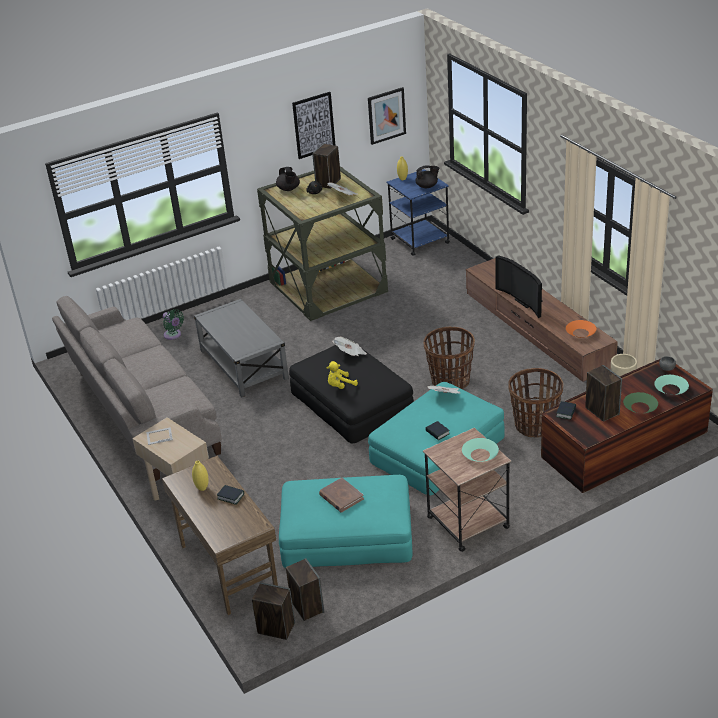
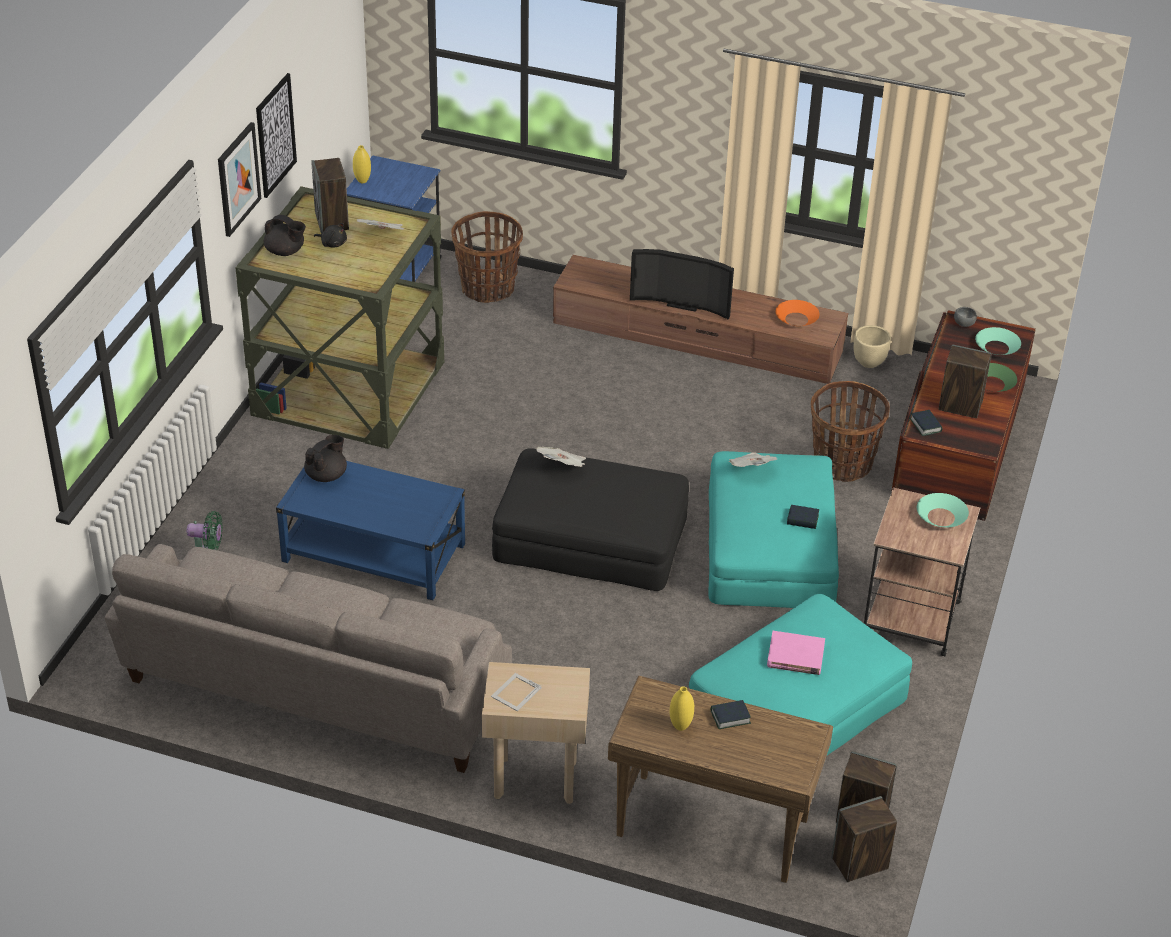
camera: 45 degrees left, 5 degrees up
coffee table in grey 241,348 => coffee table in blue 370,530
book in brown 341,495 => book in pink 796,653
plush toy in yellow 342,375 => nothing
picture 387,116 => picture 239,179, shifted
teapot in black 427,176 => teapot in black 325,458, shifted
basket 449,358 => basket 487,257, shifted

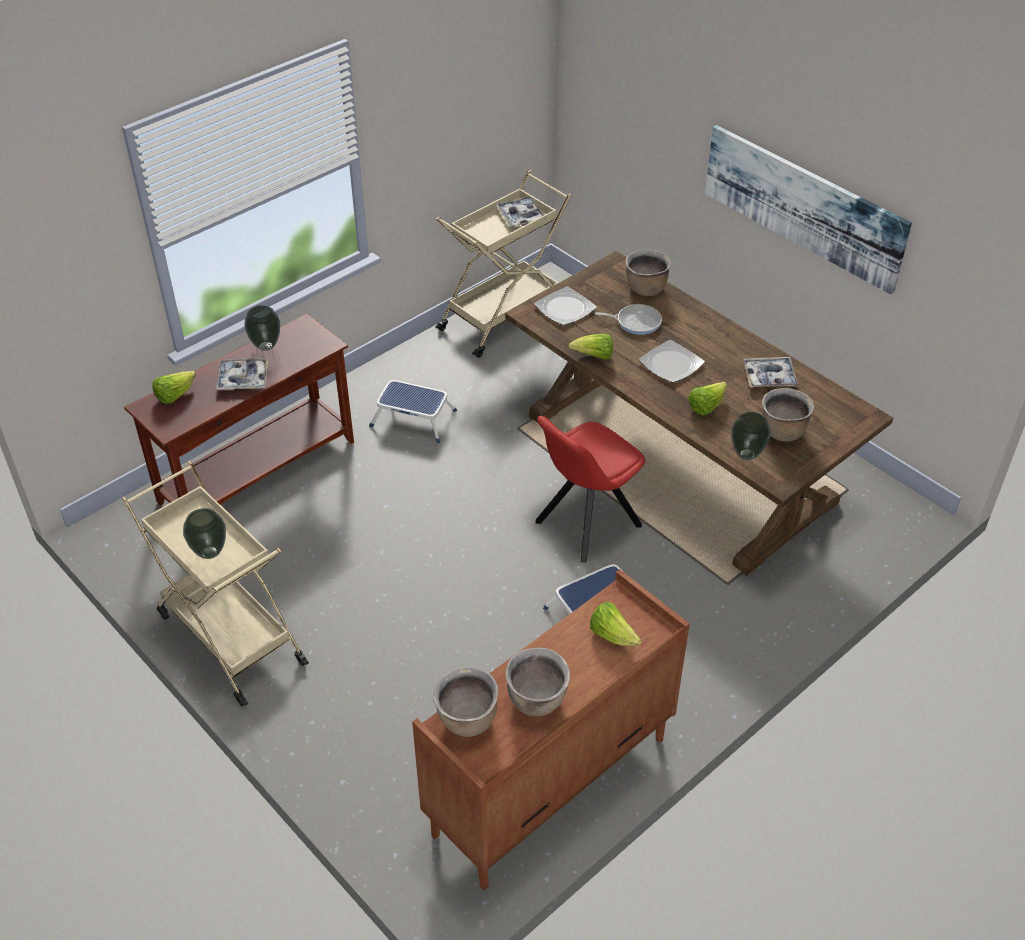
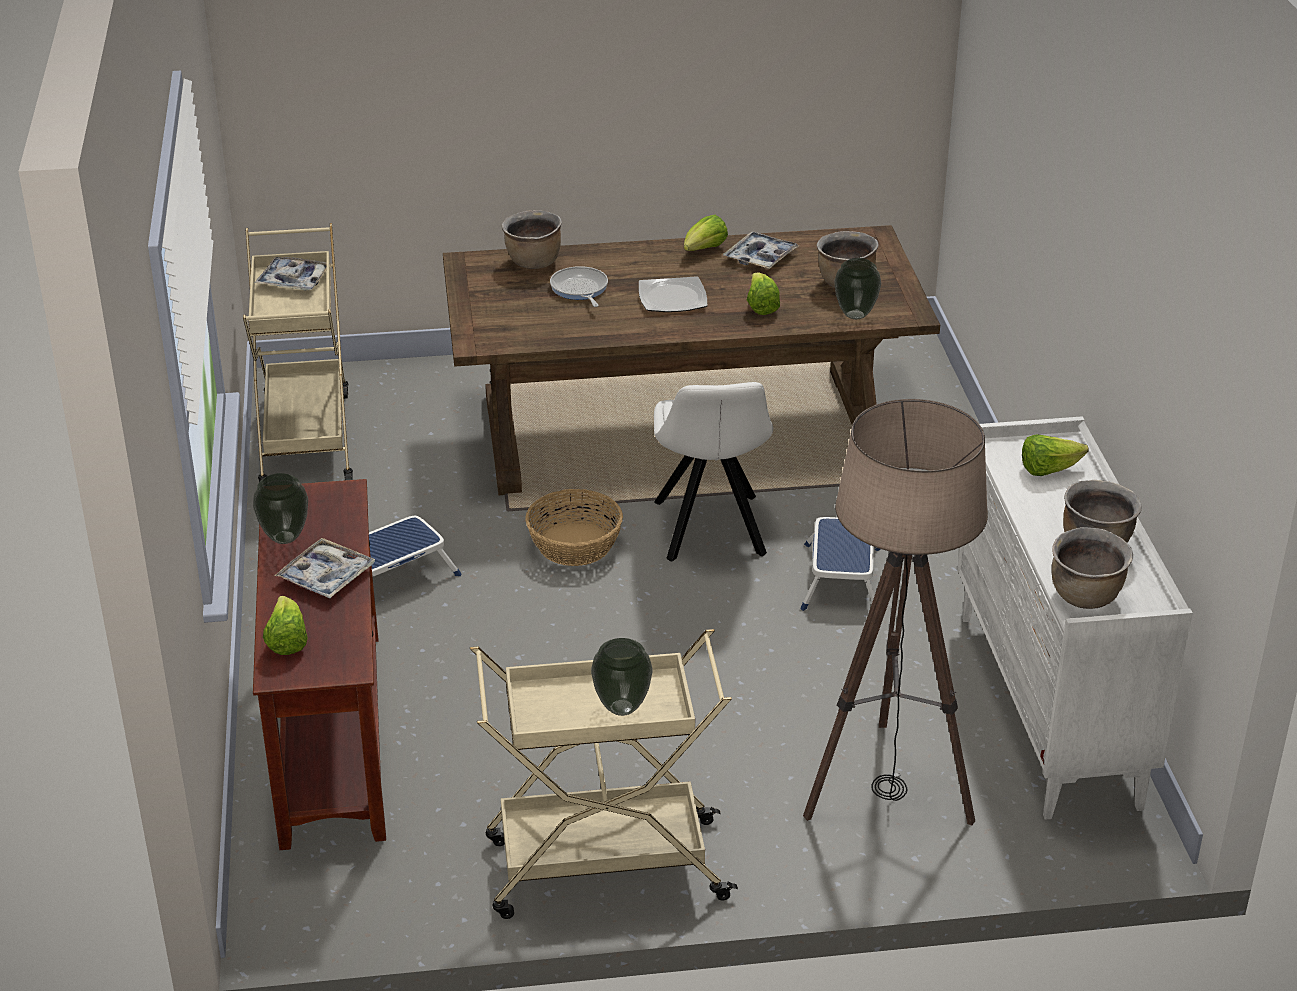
camera: 55 degrees left, 10 degrees down
cabinet in brown 551,730 => cabinet in white 1075,617
plate 565,305 => nothing
chair in red 590,489 => chair in white 713,471
lettuce 590,347 => lettuce 706,233, shifted
frying pan 628,319 => frying pan 579,286, 60 degrees counterclockwise
picture 808,209 => nothing
nothing => basket 574,527
nothing => floor lamp 895,612

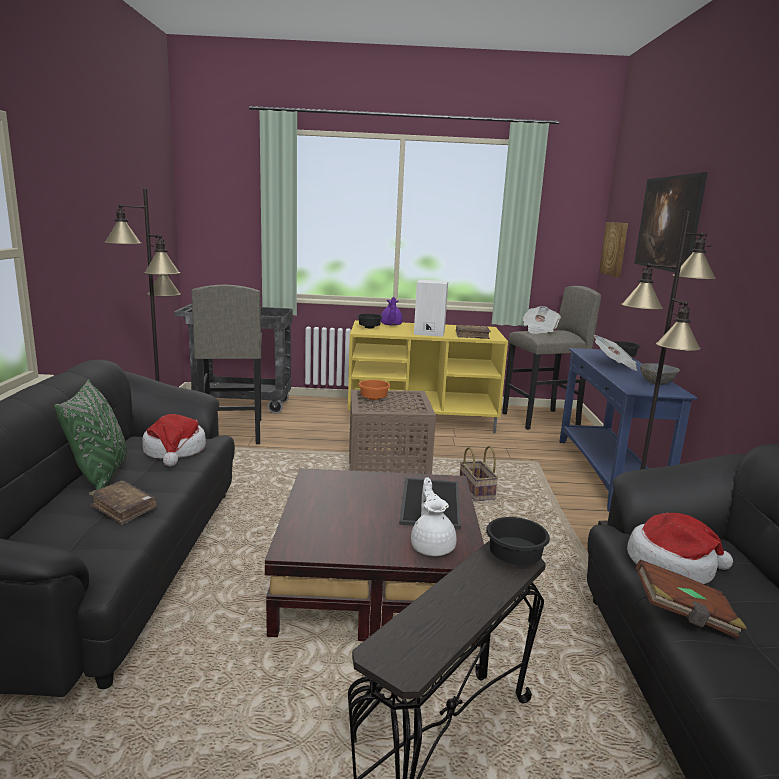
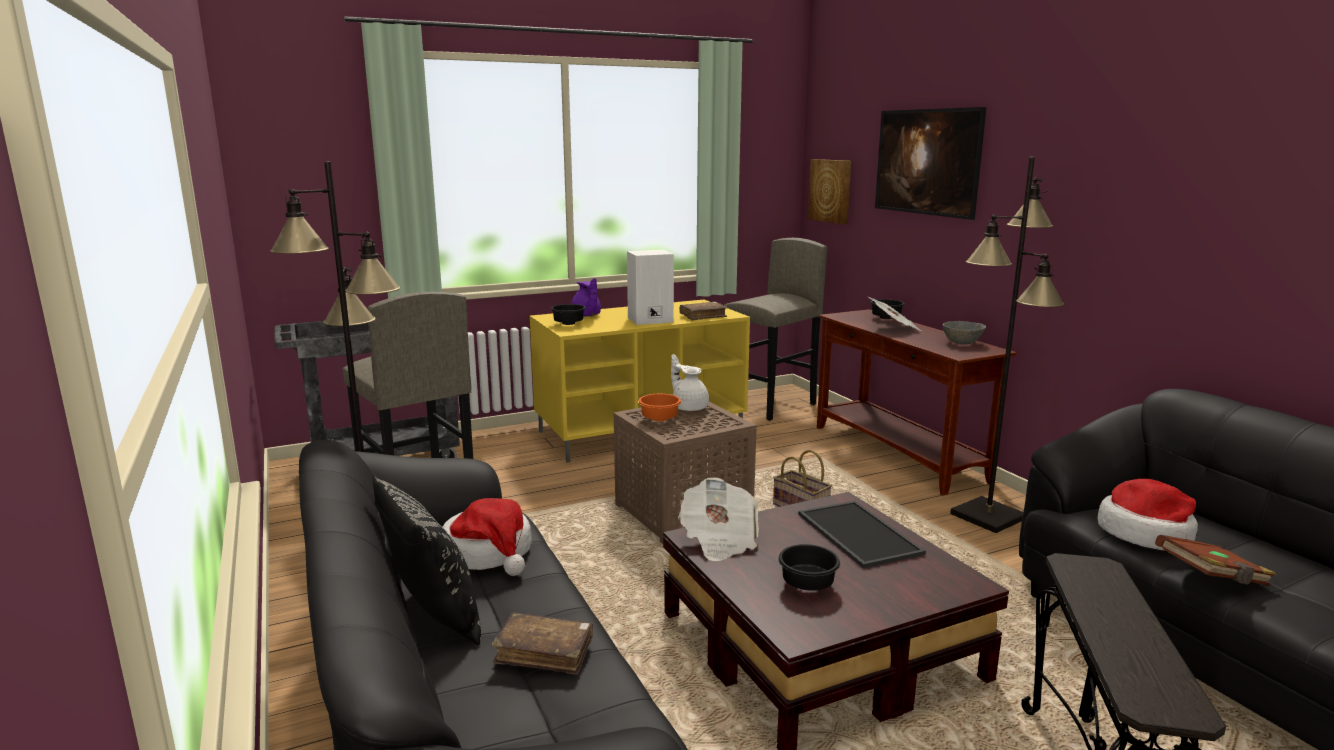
camera: 25 degrees left, 0 degrees up
pillow in green 90,434 => pillow in black 427,560
teapot in white 434,516 => teapot in white 690,382, shifted
bowl in black 518,541 => bowl in black 809,567, shifted
newspaper 541,320 => newspaper 718,519, shifted
console table in blue 628,429 => console table in brown 917,402

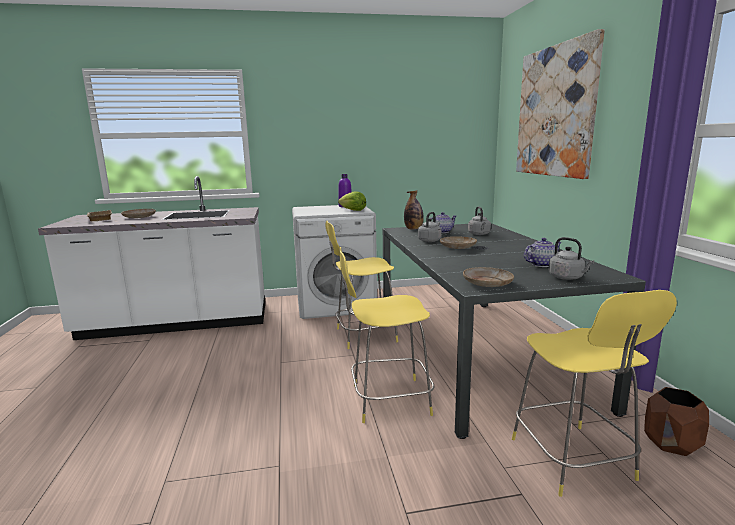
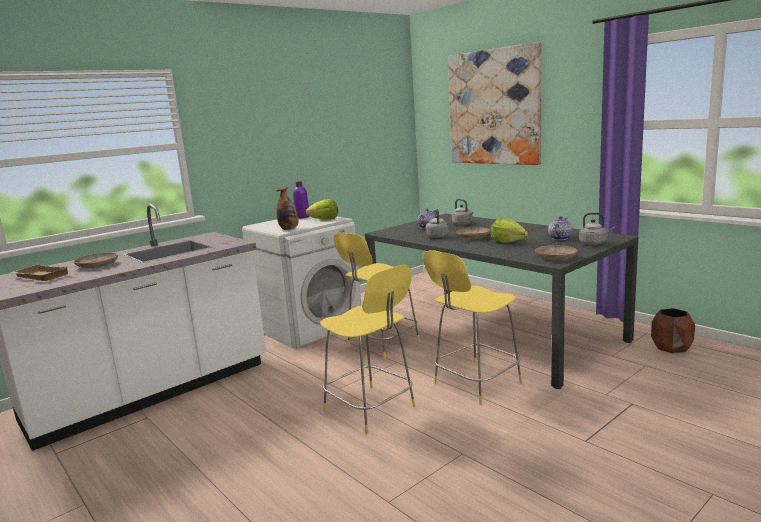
camera: 30 degrees left, 0 degrees up
bottle 414,210 => bottle 287,208, shifted
stool in yellow 594,393 => stool in yellow 368,349, shifted
nothing => lettuce 509,230

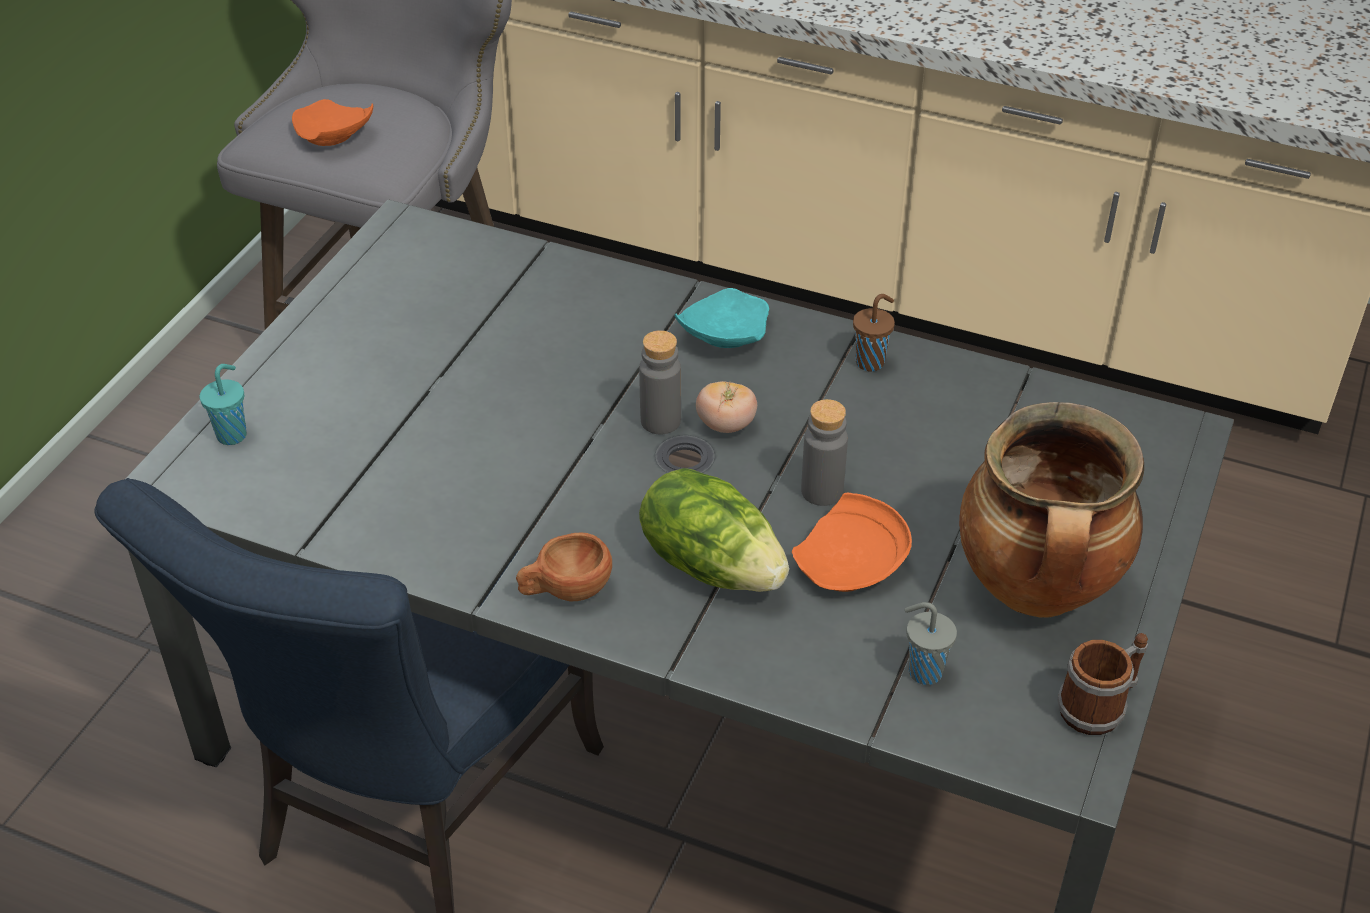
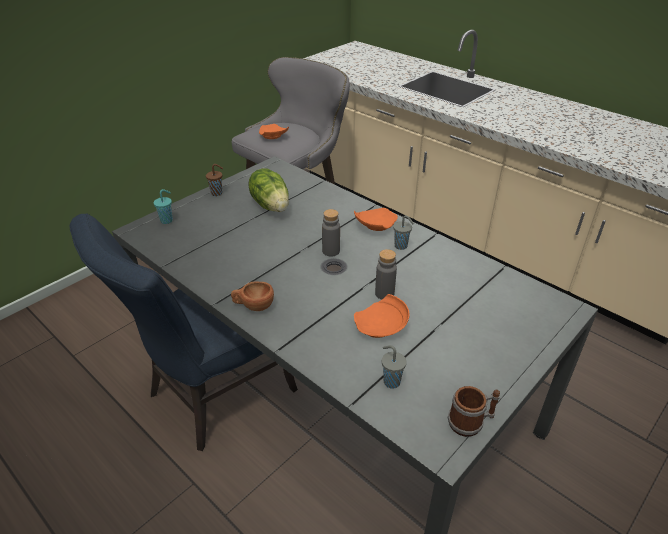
camera: 20 degrees right, 5 degrees down
lettuce 714,530 => lettuce 268,190, shifted
plate in turquoise 722,318 => plate in orange 376,219
tomato 726,407 => nothing
cup in brown 874,332 => cup in brown 214,180, shifted
cooking pot 1051,510 => nothing
nothing => cup in grey 403,232

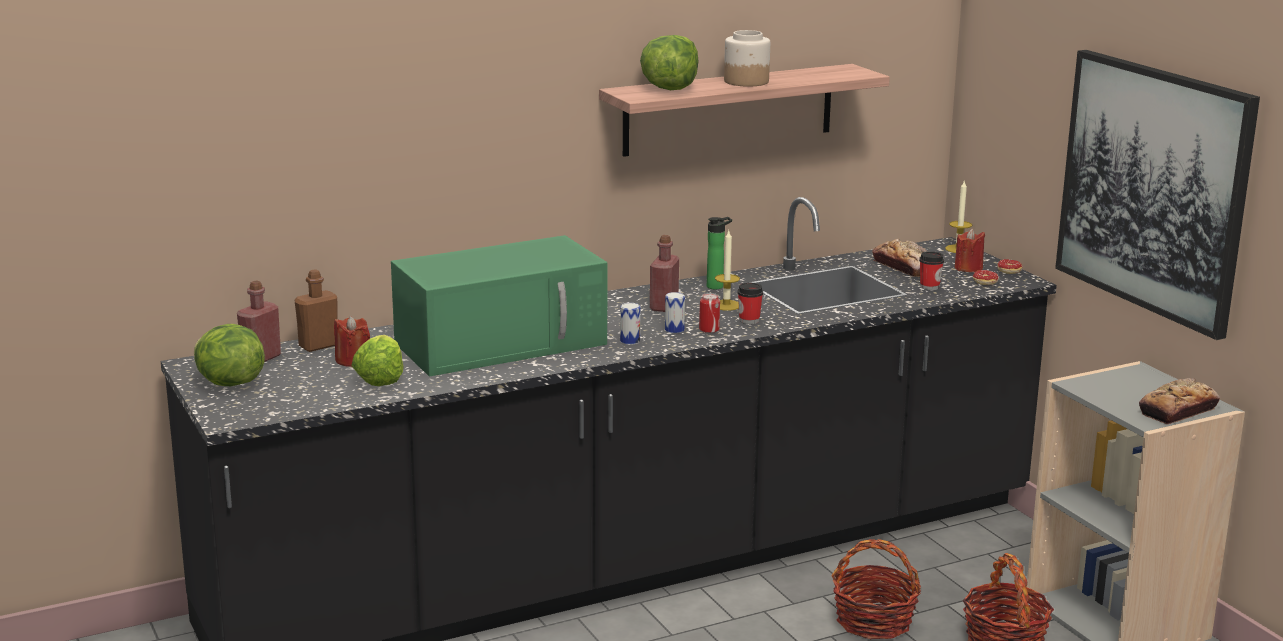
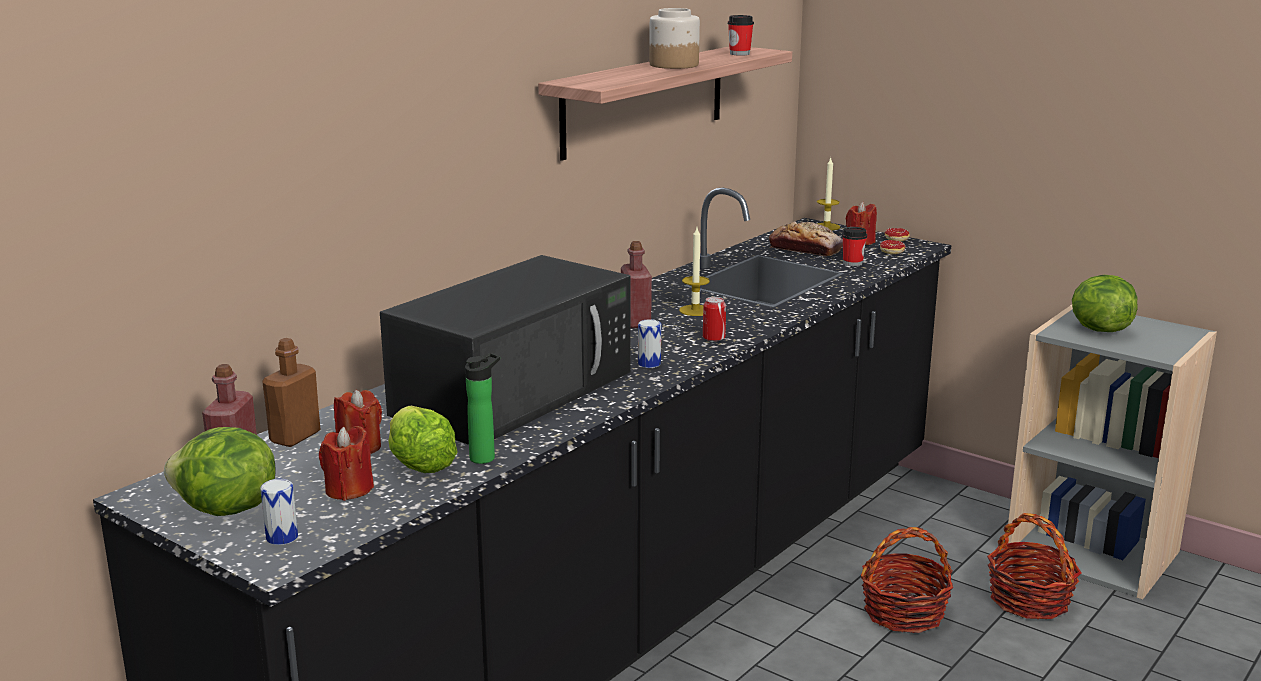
camera: 25 degrees left, 0 degrees up
microwave in green 499,305 => microwave in black 505,350
lettuce 669,62 => lettuce 1104,303, shifted
can 675,312 => can 279,512, shifted
bottle 719,253 => bottle 482,408, shifted
cup 750,303 => cup 741,35, shifted
picture 1157,195 => nothing
bread 1179,401 => nothing
nothing => candle in red 346,463

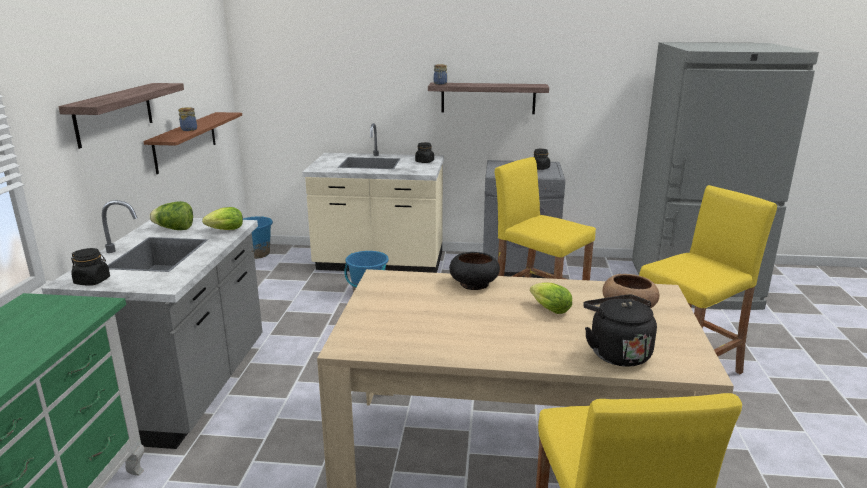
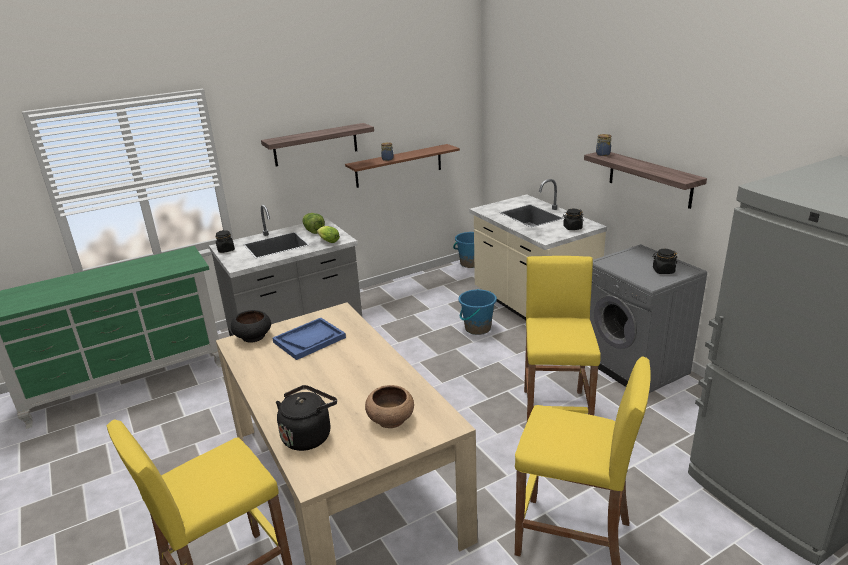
camera: 55 degrees right, 5 degrees up
bowl in black 474,271 => bowl in black 251,326, shifted
lettuce 551,298 => nothing
nothing => tray in blue 309,339

